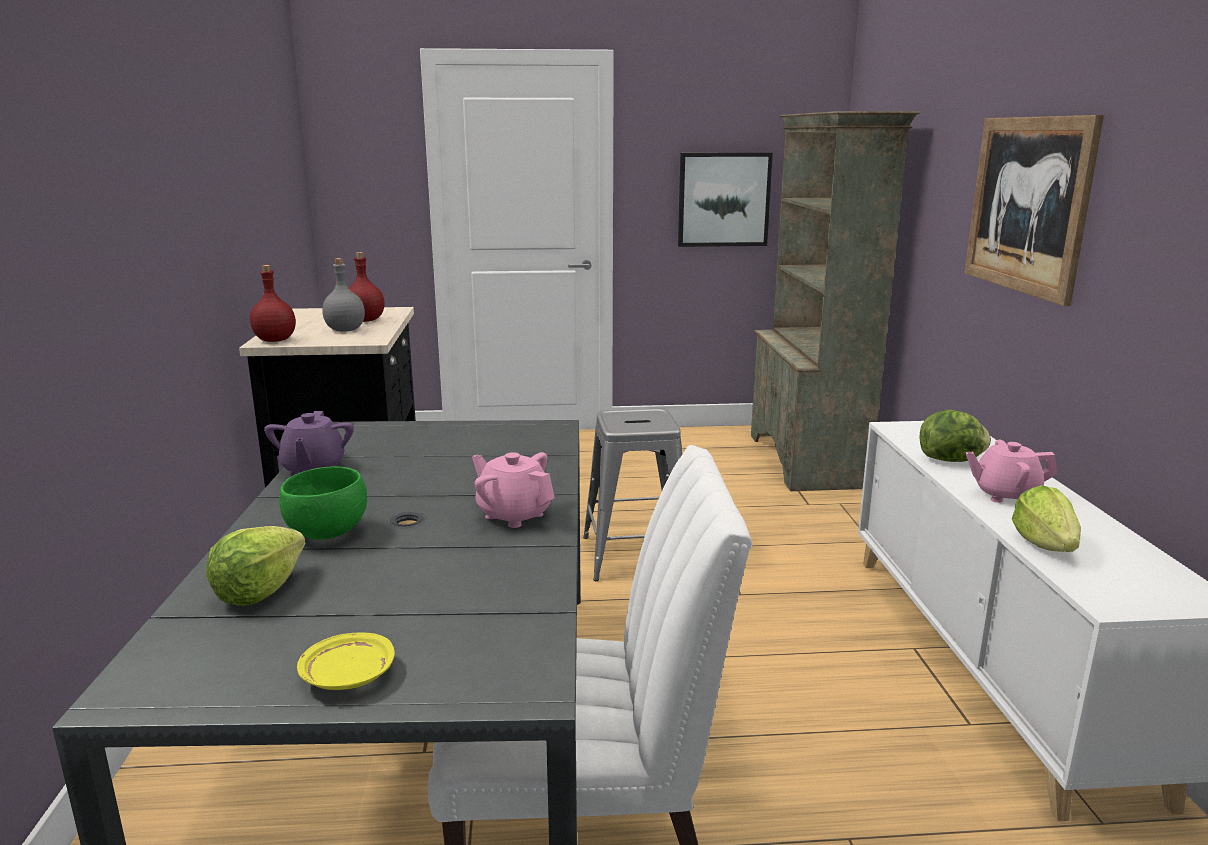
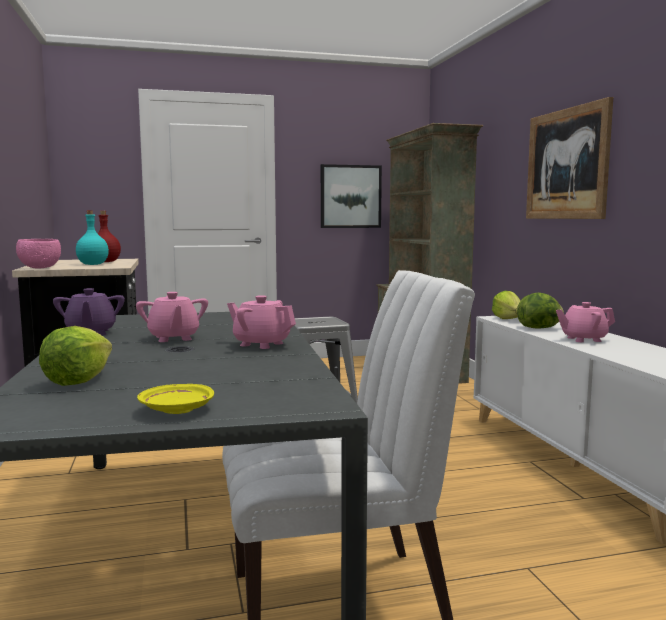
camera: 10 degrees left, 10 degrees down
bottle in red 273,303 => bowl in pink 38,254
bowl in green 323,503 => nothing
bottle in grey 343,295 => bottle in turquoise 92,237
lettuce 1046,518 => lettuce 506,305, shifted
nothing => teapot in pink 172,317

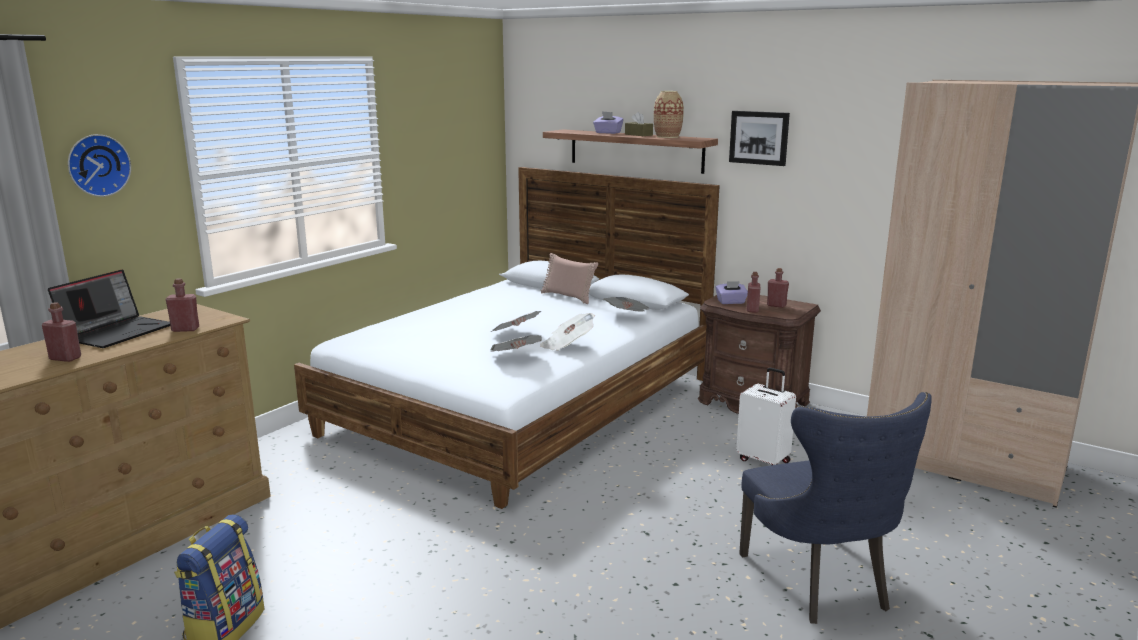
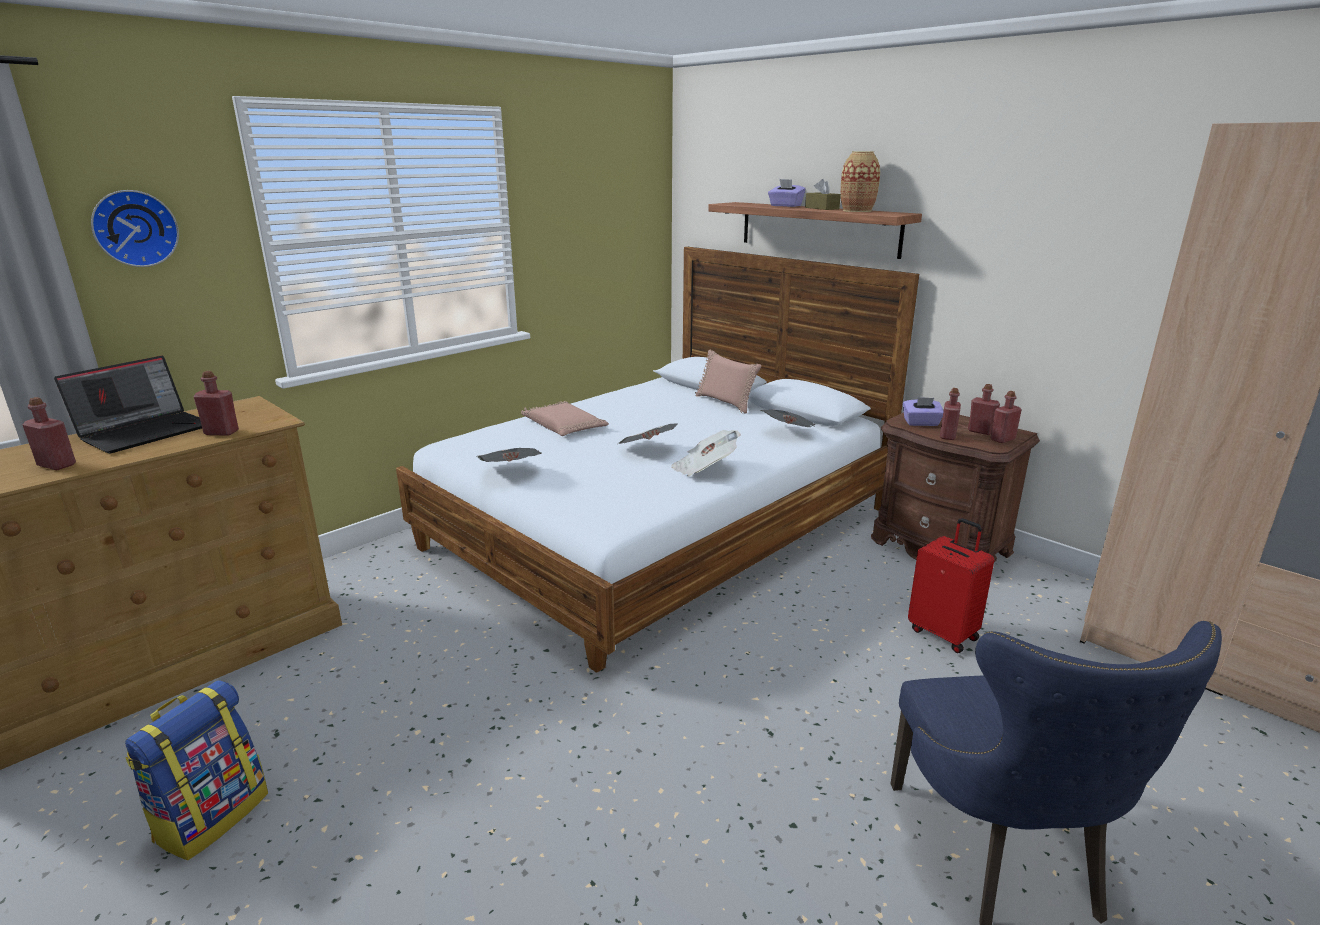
camera: 10 degrees right, 5 degrees up
newspaper 516,343 => newspaper 509,455, shifted
picture 759,138 => nothing
suitcase in white 766,416 => suitcase in red 951,585
nothing => pillow in beige 565,418
nothing => bottle in red 1005,417

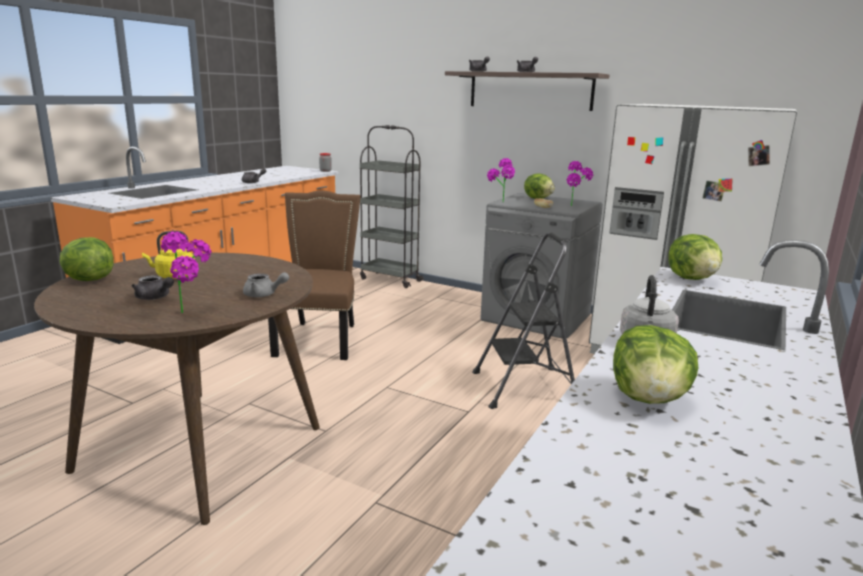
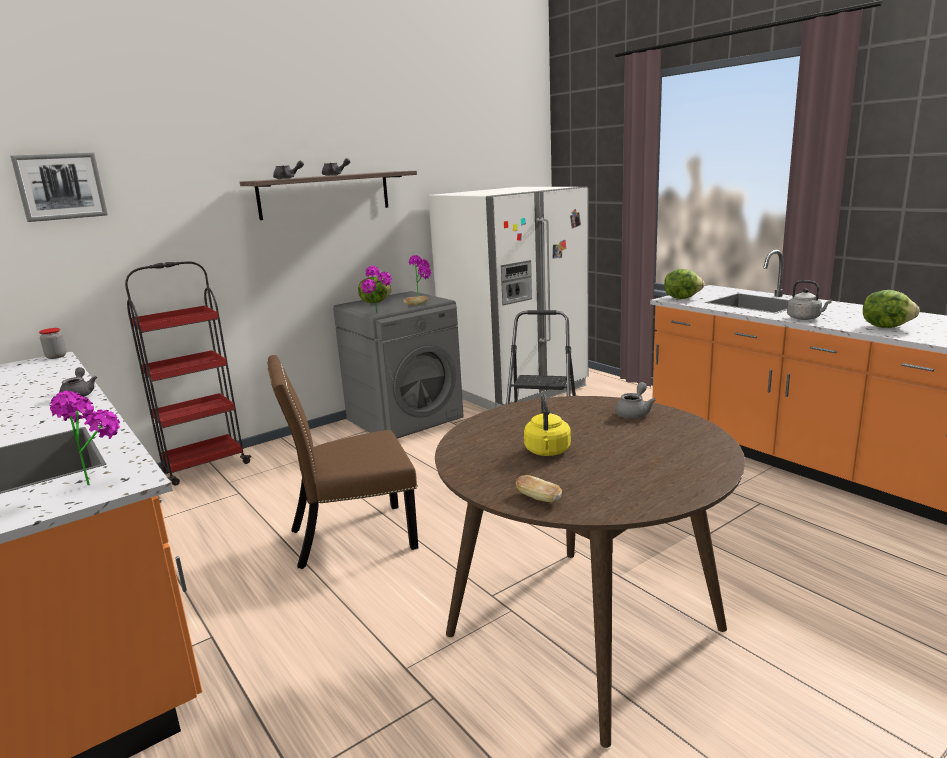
camera: 65 degrees left, 0 degrees up
lettuce 86,259 => bread 539,488
teapot in grey 153,287 => nothing
potted plant 186,272 => potted plant 84,438, shifted
chair in brown 314,275 => chair in brown 342,462, 45 degrees counterclockwise
cart in grey 392,206 => cart in red 189,373
nothing => picture 59,187

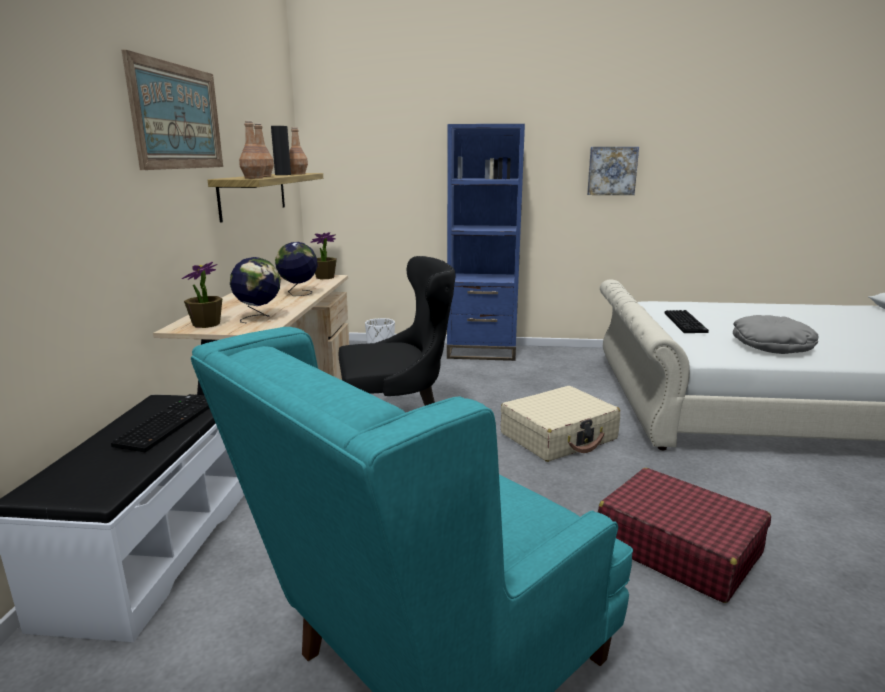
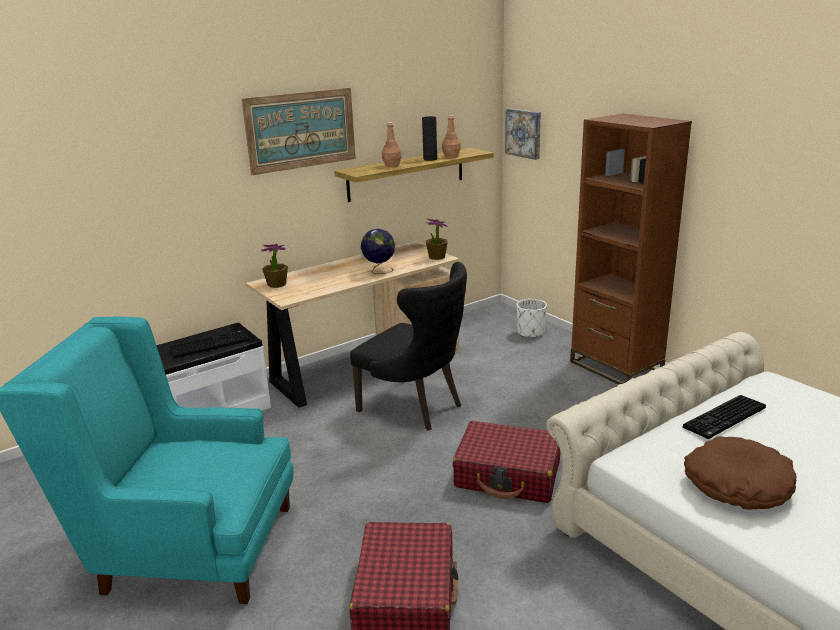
camera: 50 degrees right, 5 degrees up
globe 255,290 => nothing
bottle in brown 252,150 => nothing
bookcase in blue 486,242 => bookcase in brown 631,249
suitcase in beige 560,424 => suitcase in red 506,462
picture 613,171 => picture 523,134, shifted
pillow in grey 775,334 => pillow in brown 740,472

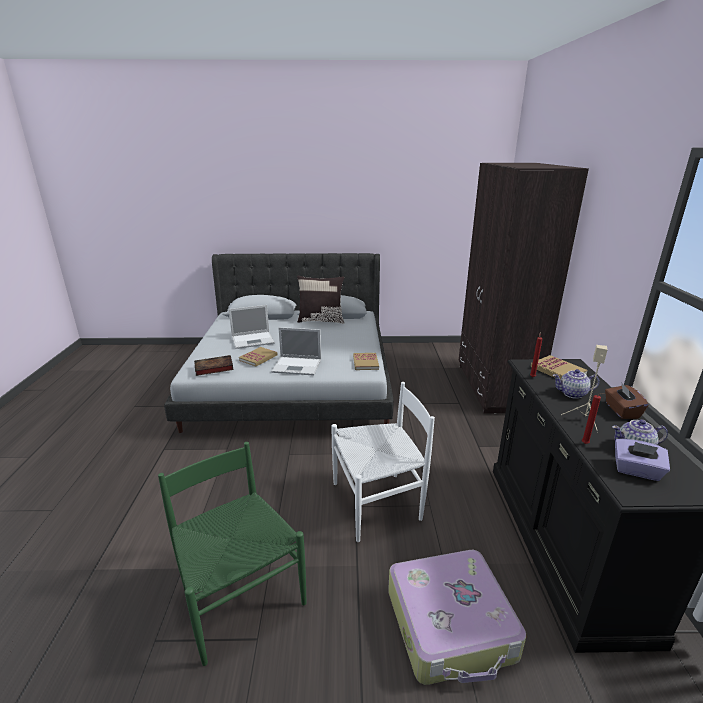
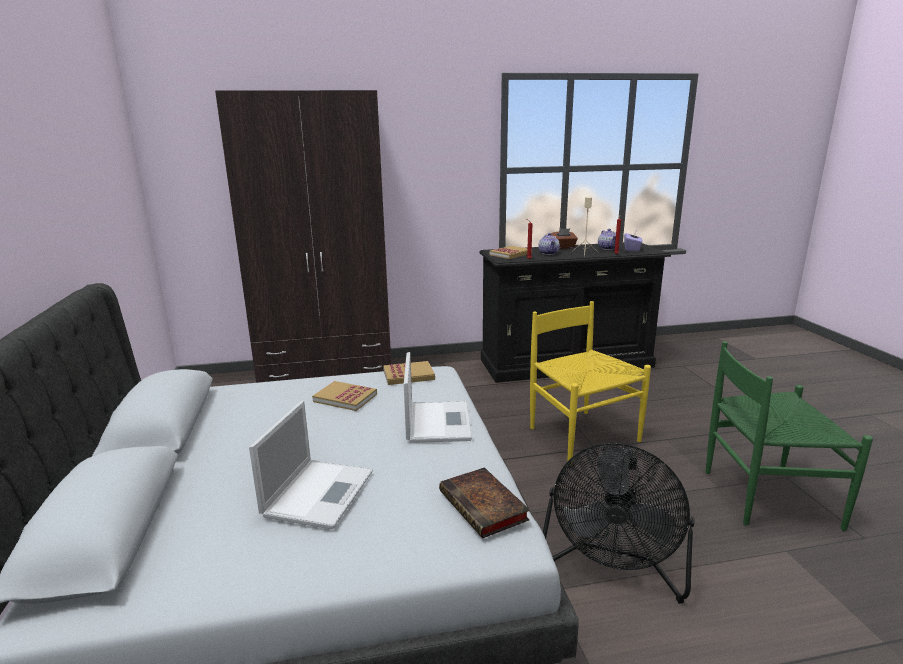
camera: 100 degrees left, 5 degrees down
chair in green 232,554 => chair in green 789,436, 45 degrees clockwise
laptop 252,327 => laptop 311,465, 45 degrees clockwise
book 258,357 => book 344,396, shifted
pillow 320,300 => nothing
chair in white 383,462 => chair in yellow 590,382
suitcase 457,617 => nothing
nothing => fan in black 619,523

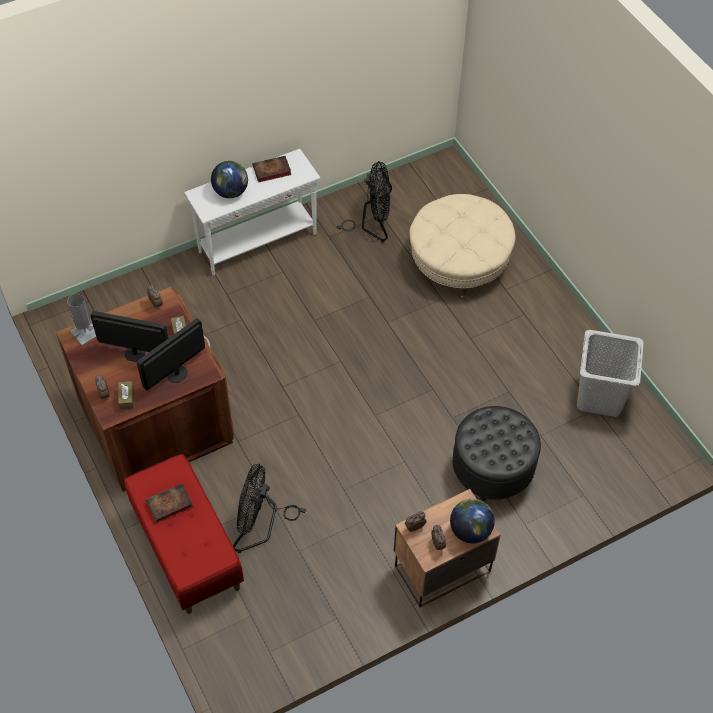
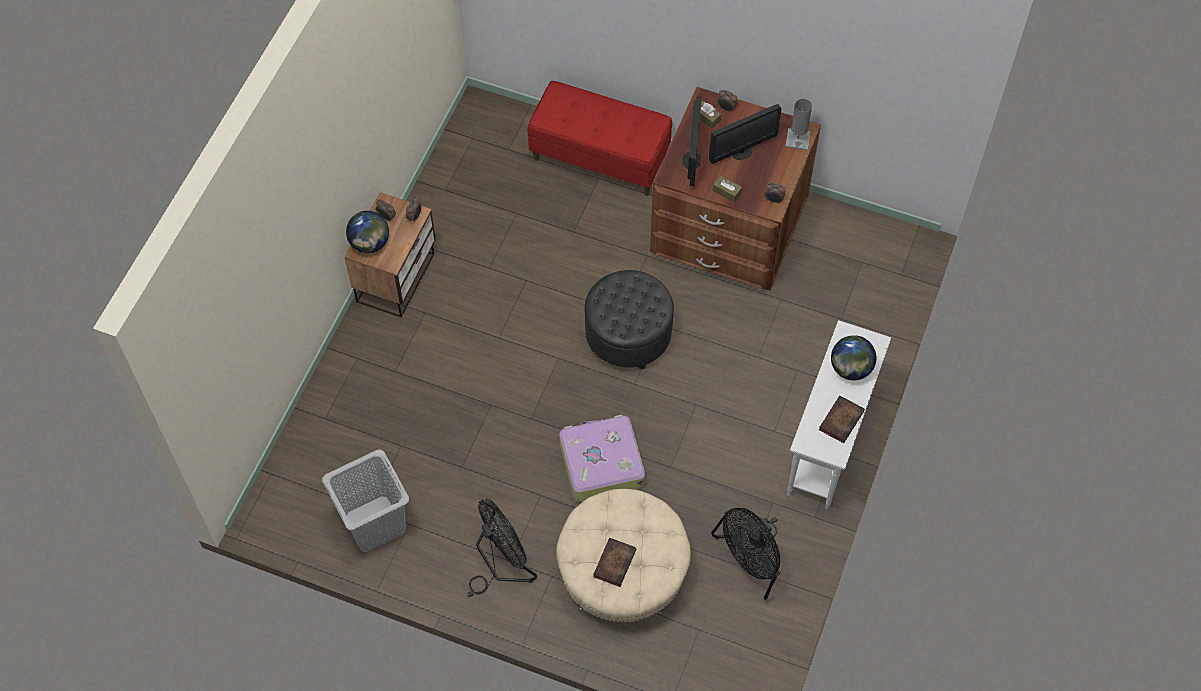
camera: 140 degrees right, 5 degrees up
book 169,503 => book 615,562, shifted
fan in black 269,508 => fan in black 501,548, shifted
ottoman in black 496,453 => ottoman in black 629,319, shifted
nothing => suitcase 602,458

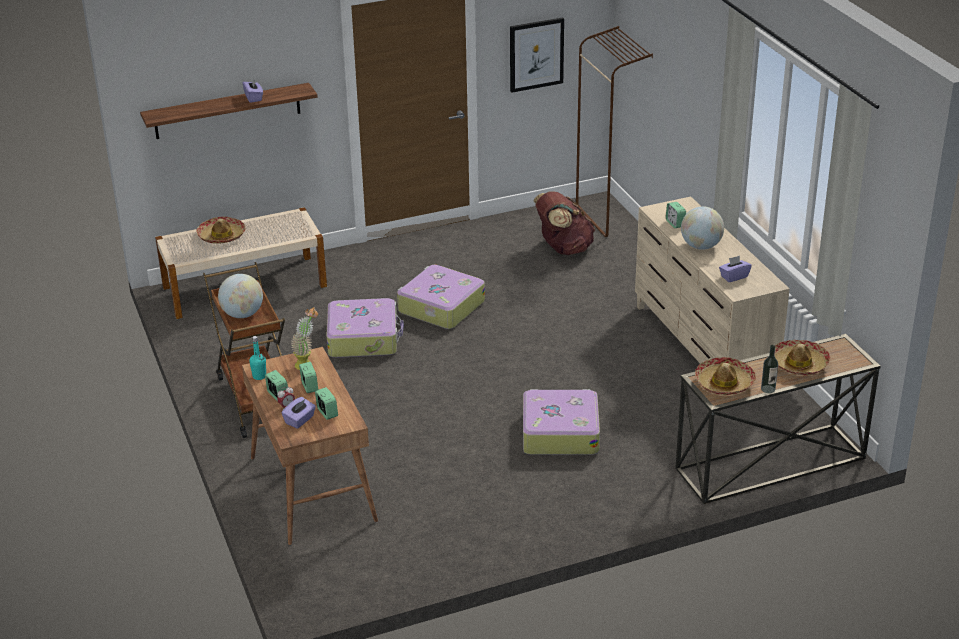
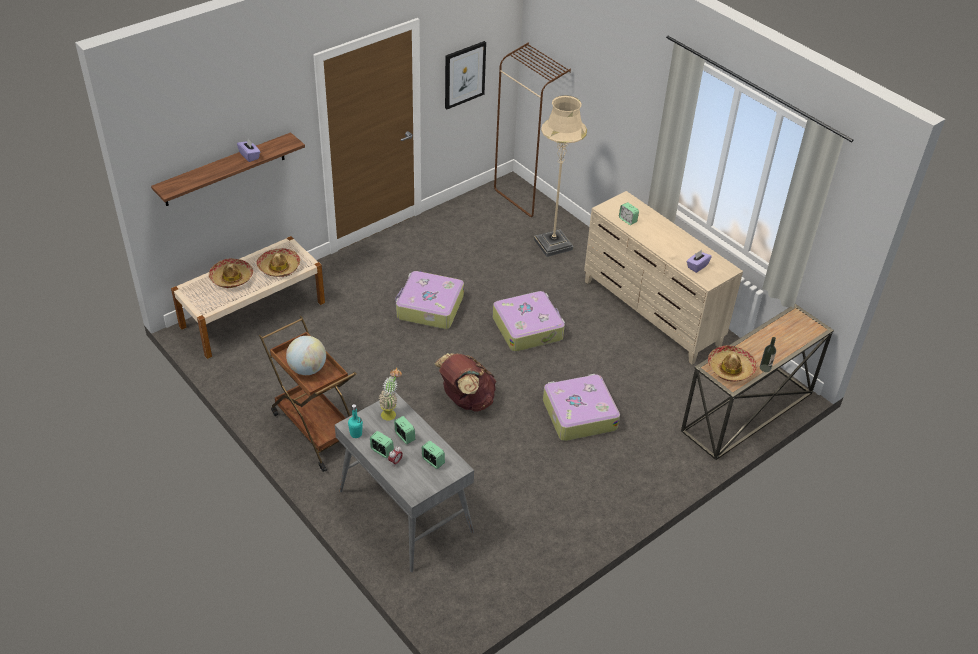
camera: 20 degrees left, 10 degrees up
desk in brown 310,446 => desk in grey 404,482
tissue box in purple 299,413 => nothing
suitcase 365,328 => suitcase 529,321, shifted
backpack in brown 564,223 => backpack in brown 465,382, shifted
globe 702,228 => nothing
hat 802,357 => hat 278,262, shifted
nothing => floor lamp in beige 560,176

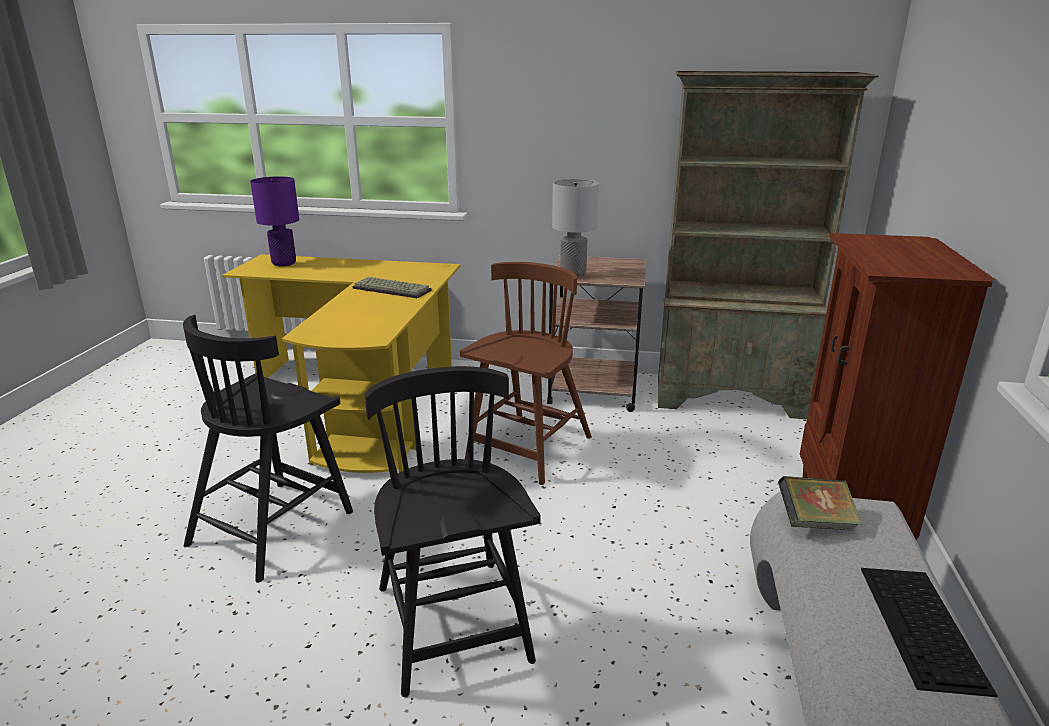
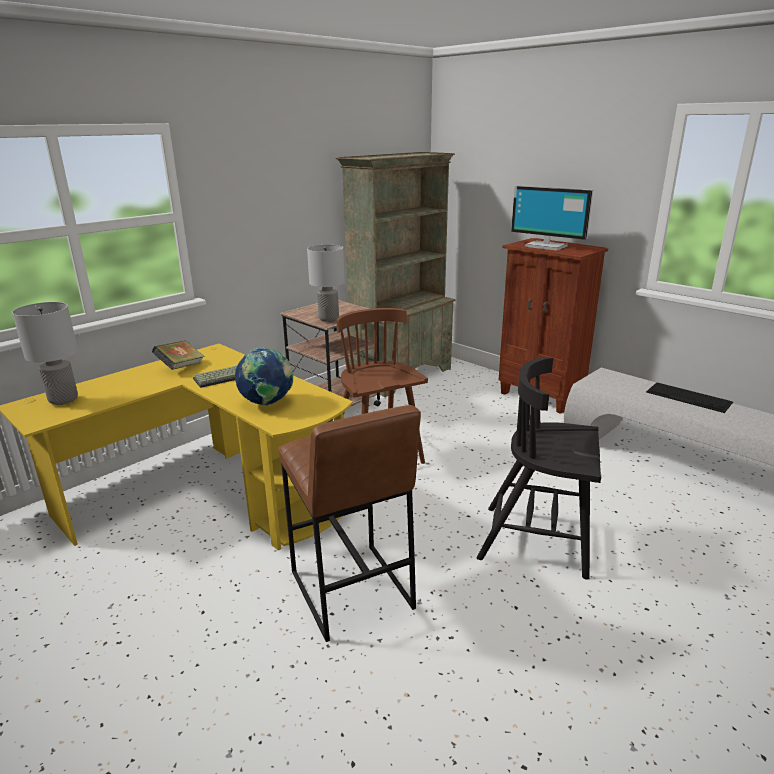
camera: 55 degrees left, 0 degrees up
chair in black 268,449 => stool in brown 349,523
table lamp in purple 274,221 => table lamp in grey 45,353
book 820,503 => book 178,355, shifted
nothing => globe 264,376
nothing => monitor 552,218

